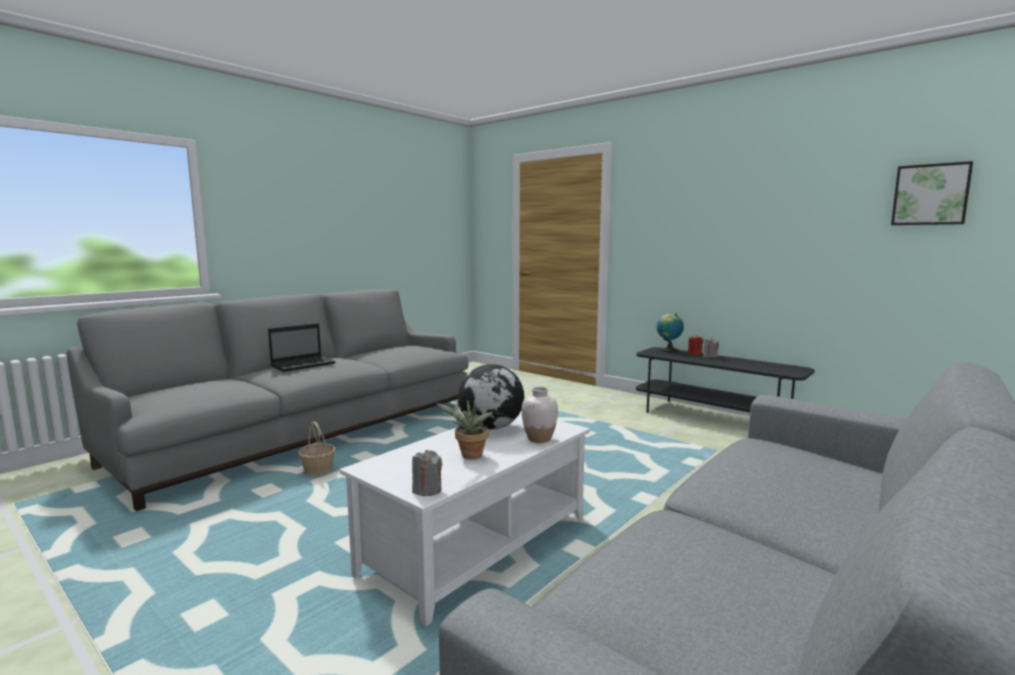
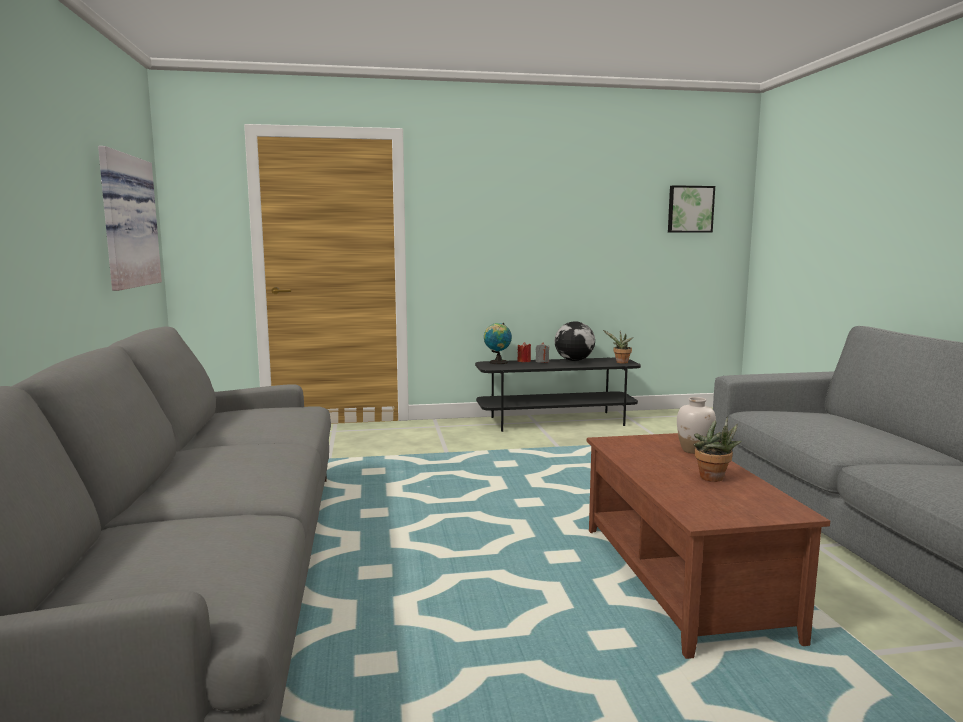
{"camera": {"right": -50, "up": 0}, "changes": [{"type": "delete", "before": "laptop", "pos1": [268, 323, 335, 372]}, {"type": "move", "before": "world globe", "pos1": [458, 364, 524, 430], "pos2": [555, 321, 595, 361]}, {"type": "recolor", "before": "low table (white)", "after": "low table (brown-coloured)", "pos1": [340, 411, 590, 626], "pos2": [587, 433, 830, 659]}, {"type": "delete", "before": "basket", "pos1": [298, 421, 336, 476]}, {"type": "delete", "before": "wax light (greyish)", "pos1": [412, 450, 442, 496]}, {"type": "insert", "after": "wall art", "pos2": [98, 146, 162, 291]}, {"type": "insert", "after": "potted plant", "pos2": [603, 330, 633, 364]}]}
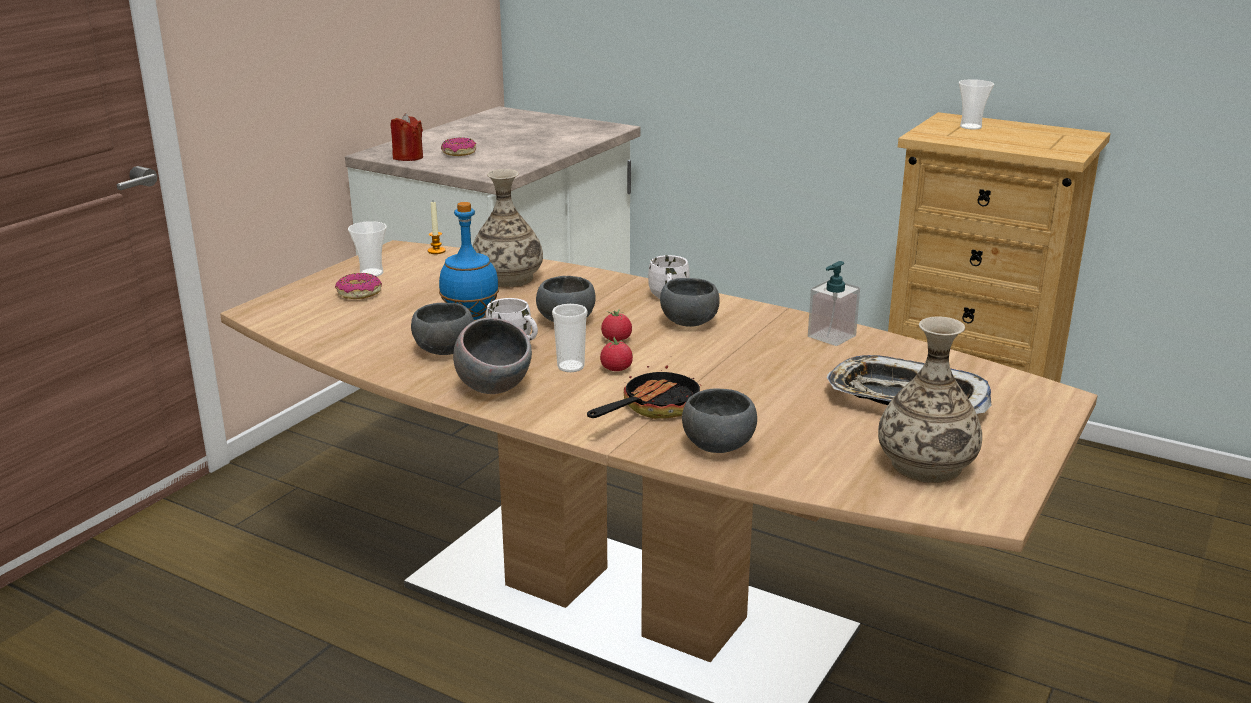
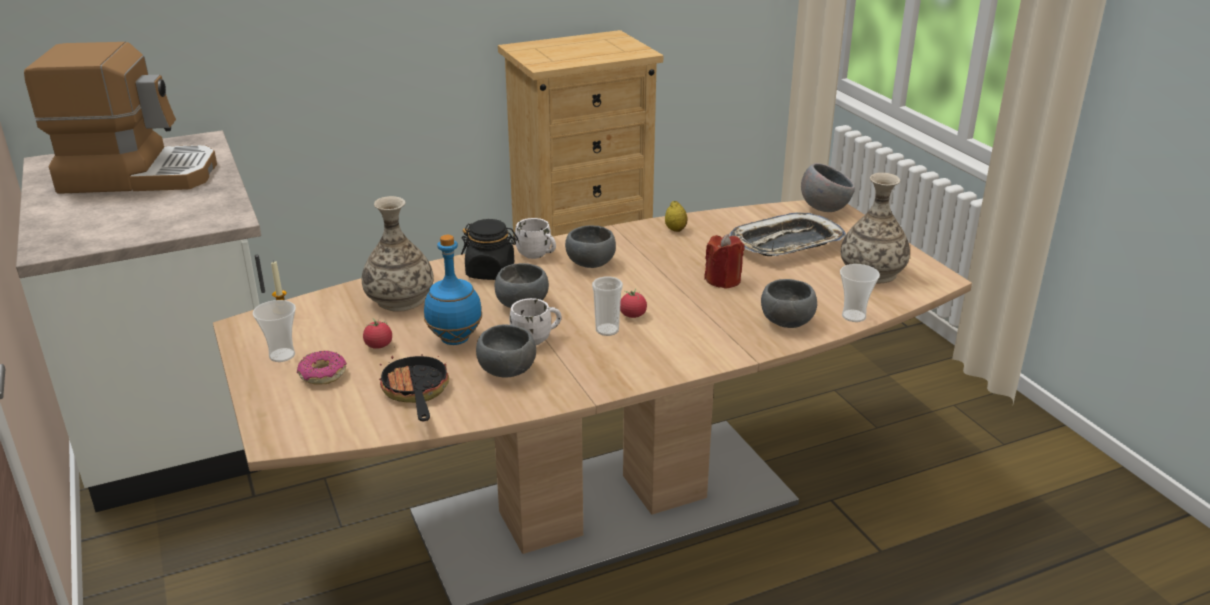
{"camera": {"right": -55, "up": 5}, "changes": [{"type": "move", "before": "cup", "pos1": [959, 79, 994, 129], "pos2": [840, 264, 880, 322]}, {"type": "move", "before": "wax light (red)", "pos1": [391, 113, 423, 161], "pos2": [704, 234, 745, 289]}, {"type": "delete", "before": "donut", "pos1": [441, 137, 476, 156]}, {"type": "replace", "before": "soap dispenser", "after": "lemon", "pos1": [808, 261, 860, 346], "pos2": [665, 201, 687, 232]}, {"type": "move", "before": "tomato", "pos1": [601, 309, 632, 341], "pos2": [363, 319, 392, 349]}, {"type": "move", "before": "bowl (greyish)", "pos1": [453, 318, 532, 394], "pos2": [801, 163, 855, 212]}, {"type": "move", "before": "skillet", "pos1": [587, 365, 701, 419], "pos2": [379, 355, 449, 421]}, {"type": "insert", "after": "coffee machine", "pos2": [24, 42, 217, 194]}, {"type": "insert", "after": "storage jar (black-coloured)", "pos2": [461, 219, 518, 280]}]}
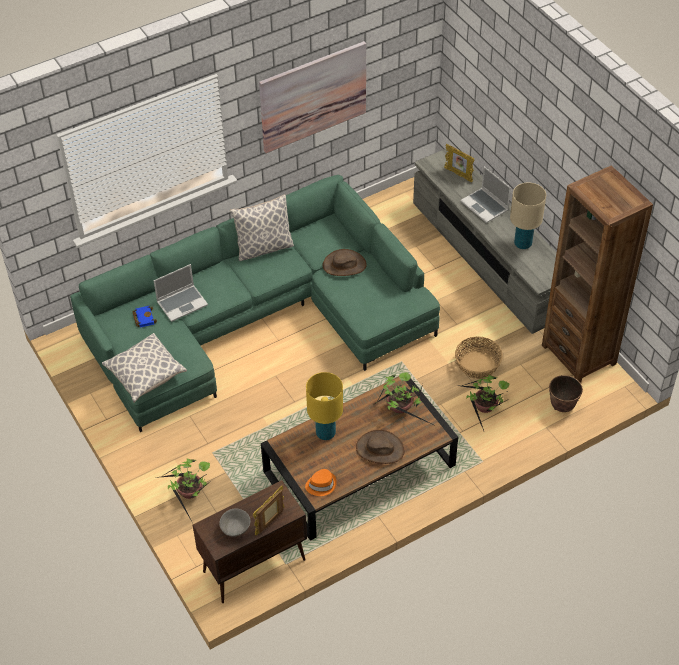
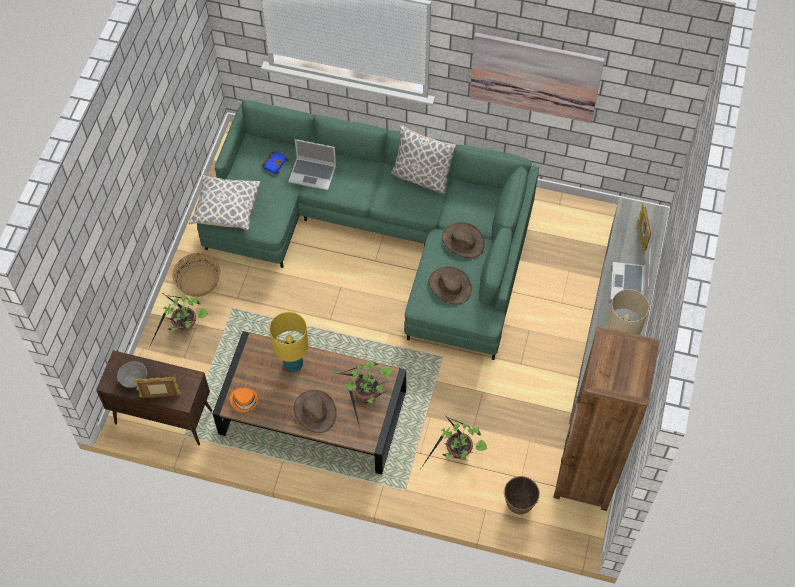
{"camera": {"right": 45, "up": 10}, "changes": [{"type": "move", "before": "basket", "pos1": [455, 336, 503, 379], "pos2": [173, 253, 220, 297]}, {"type": "insert", "after": "hat (brown-coloured)", "pos2": [429, 267, 472, 304]}]}
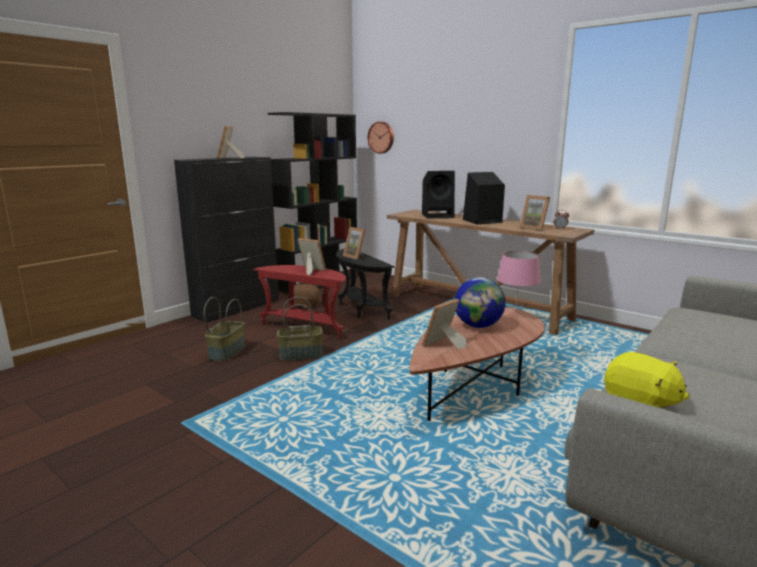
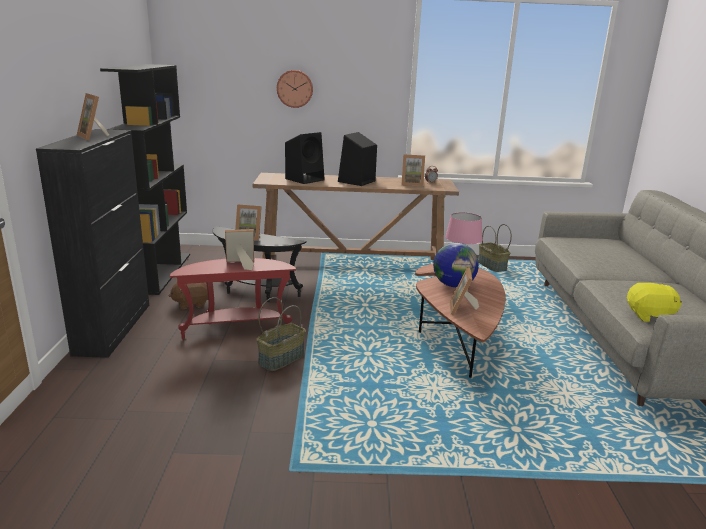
{"camera": {"right": -40, "up": 5}, "changes": [{"type": "move", "before": "hanging clock", "pos1": [368, 122, 394, 154], "pos2": [277, 70, 313, 108]}, {"type": "move", "before": "basket", "pos1": [204, 297, 245, 361], "pos2": [478, 224, 512, 272]}]}
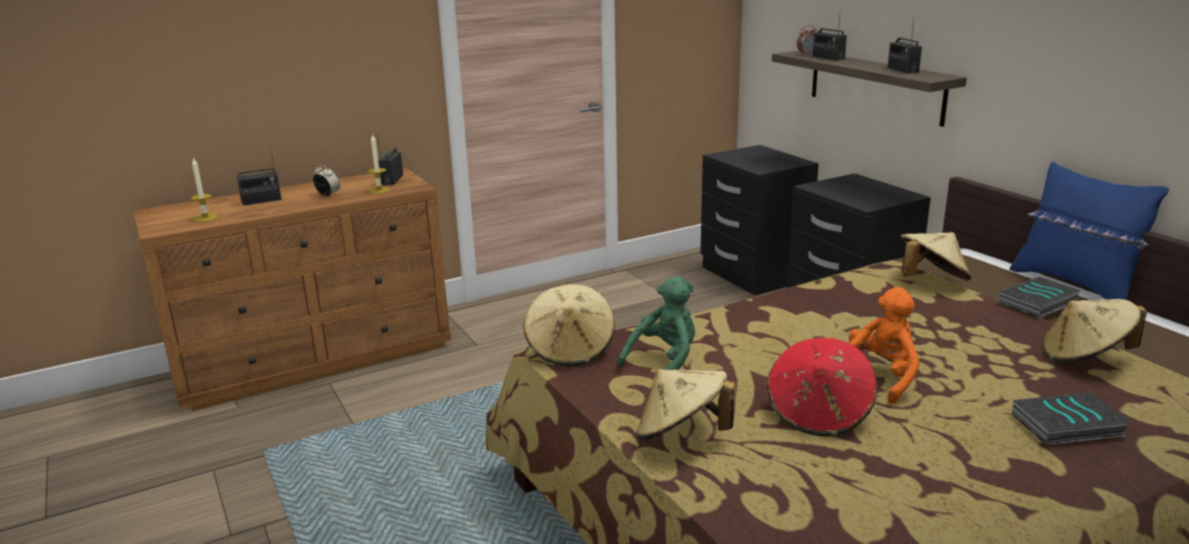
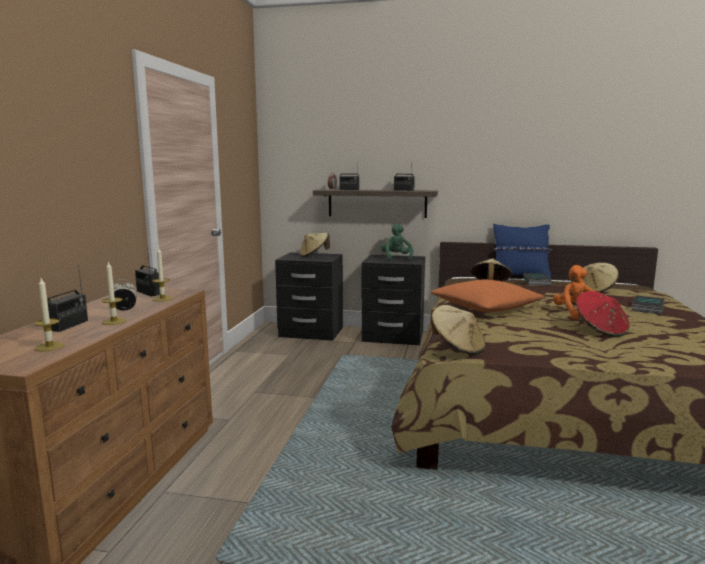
{"camera": {"right": -50, "up": -10}, "changes": [{"type": "move", "before": "soft toy (green)", "pos1": [617, 276, 695, 370], "pos2": [381, 223, 413, 261]}, {"type": "move", "before": "hat (sand-coloured)", "pos1": [636, 369, 736, 440], "pos2": [299, 233, 330, 257]}, {"type": "insert", "after": "wax light", "pos2": [102, 261, 127, 325]}, {"type": "insert", "after": "cushion (orange-coloured)", "pos2": [430, 280, 544, 312]}]}
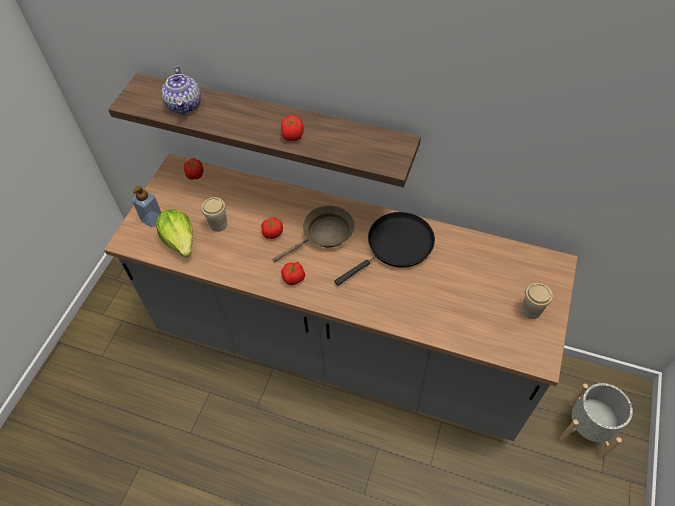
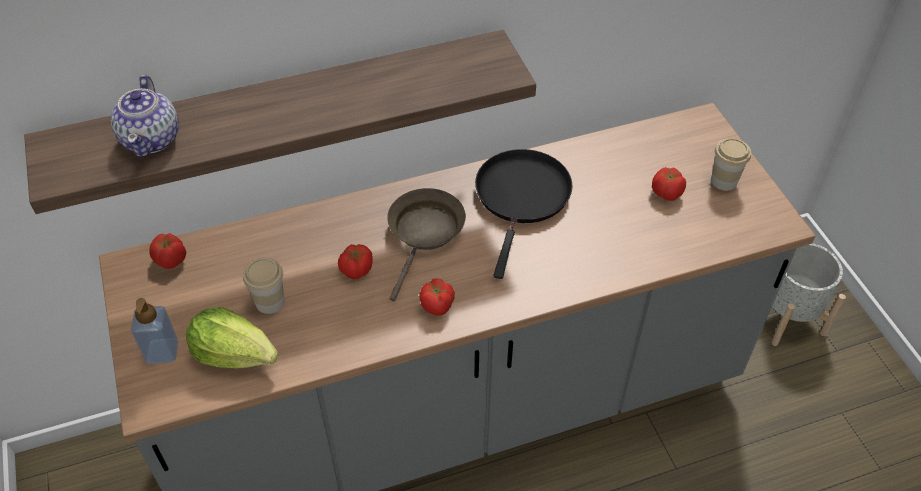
{"camera": {"right": -40, "up": -5}, "changes": [{"type": "rotate", "before": "tea pot", "pos1": [161, 66, 201, 115], "pos2": [111, 75, 179, 157], "turn": 45}, {"type": "move", "before": "tomato", "pos1": [281, 115, 304, 141], "pos2": [652, 167, 686, 201]}]}
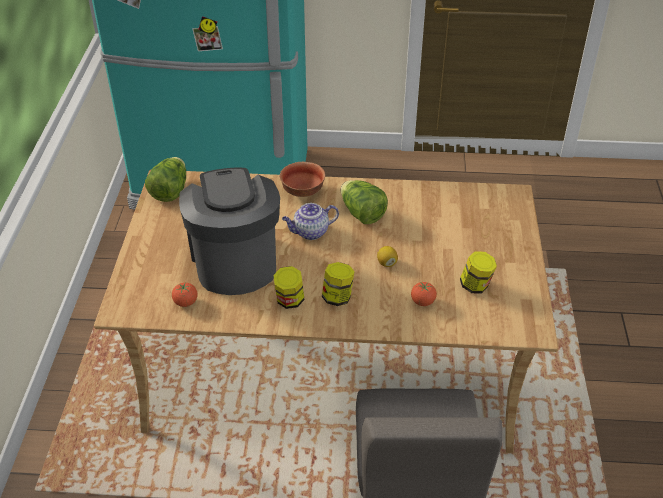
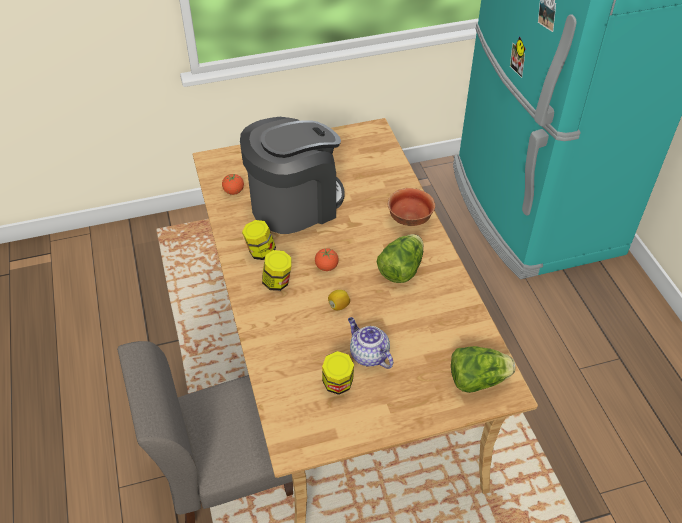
{"camera": {"right": 70, "up": 5}, "changes": [{"type": "move", "before": "lettuce", "pos1": [145, 157, 186, 202], "pos2": [451, 346, 515, 393]}, {"type": "move", "before": "tea pot", "pos1": [282, 203, 339, 240], "pos2": [348, 317, 393, 369]}, {"type": "move", "before": "tomato", "pos1": [411, 282, 437, 306], "pos2": [315, 248, 339, 271]}]}
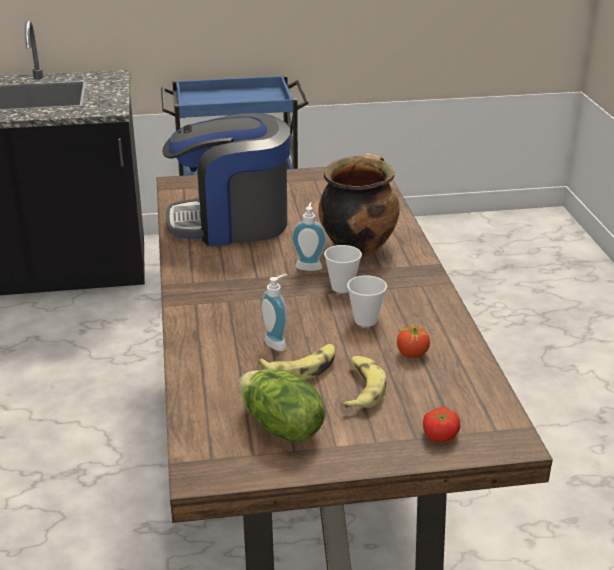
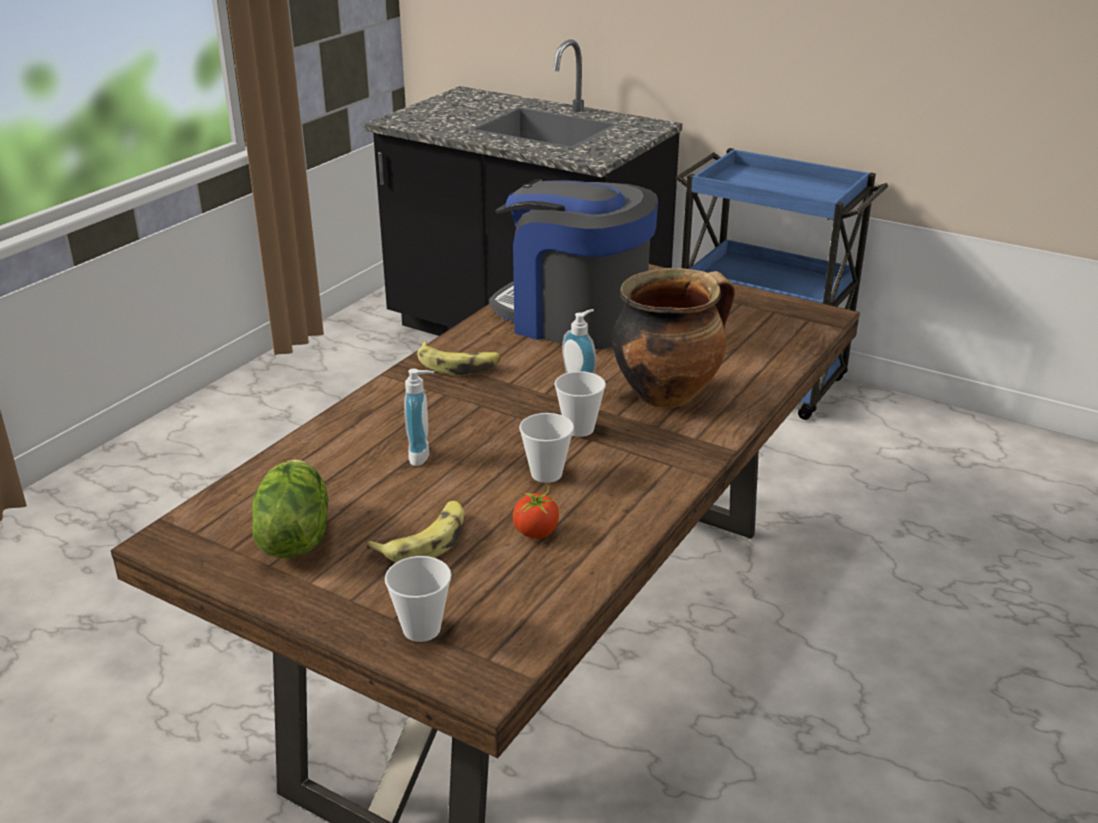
{"camera": {"right": 40, "up": 0}, "changes": [{"type": "move", "before": "banana", "pos1": [258, 344, 335, 380], "pos2": [417, 341, 501, 376]}, {"type": "replace", "before": "tomato", "after": "cup", "pos1": [423, 407, 460, 442], "pos2": [385, 556, 452, 642]}]}
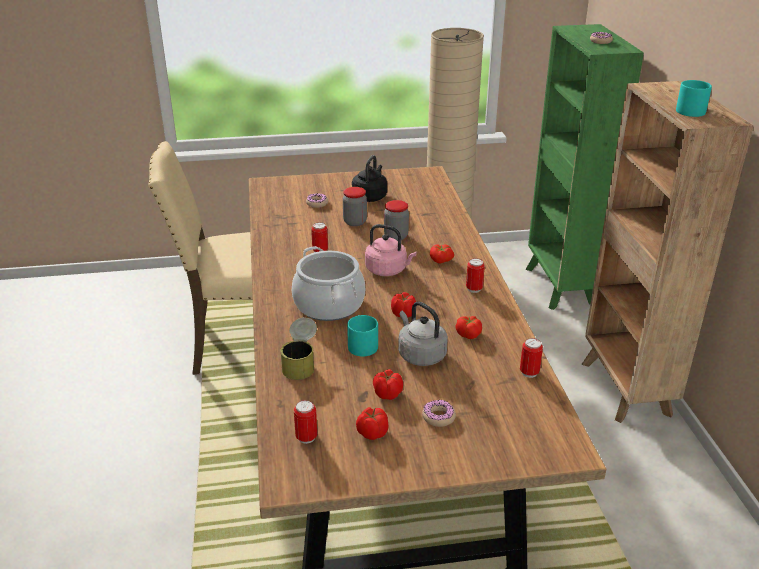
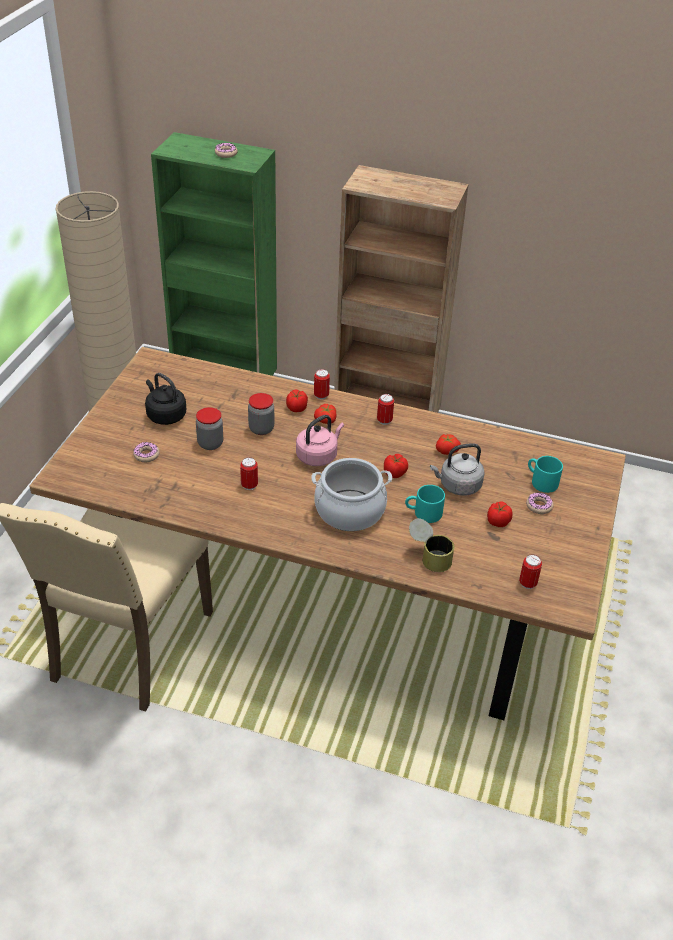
{"camera": {"right": -65, "up": 10}, "changes": [{"type": "move", "before": "mug (turquoise)", "pos1": [676, 80, 712, 117], "pos2": [528, 456, 563, 493]}, {"type": "move", "before": "sealed can", "pos1": [520, 338, 543, 378], "pos2": [314, 369, 330, 400]}, {"type": "move", "before": "tomato", "pos1": [356, 407, 389, 440], "pos2": [286, 389, 308, 412]}]}
